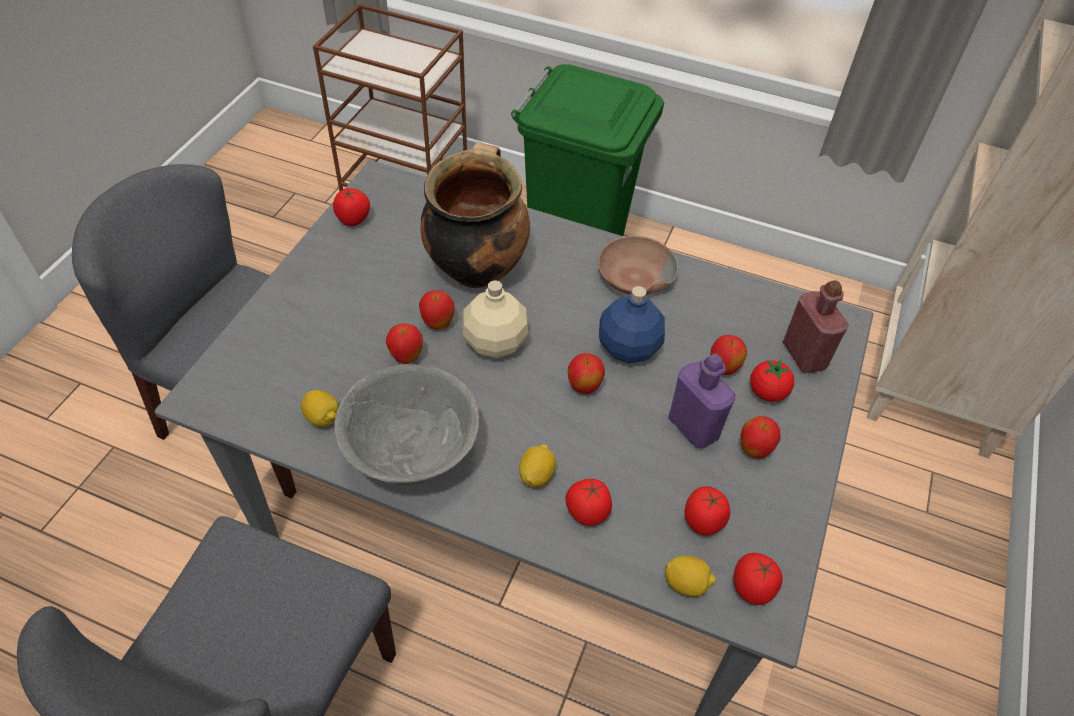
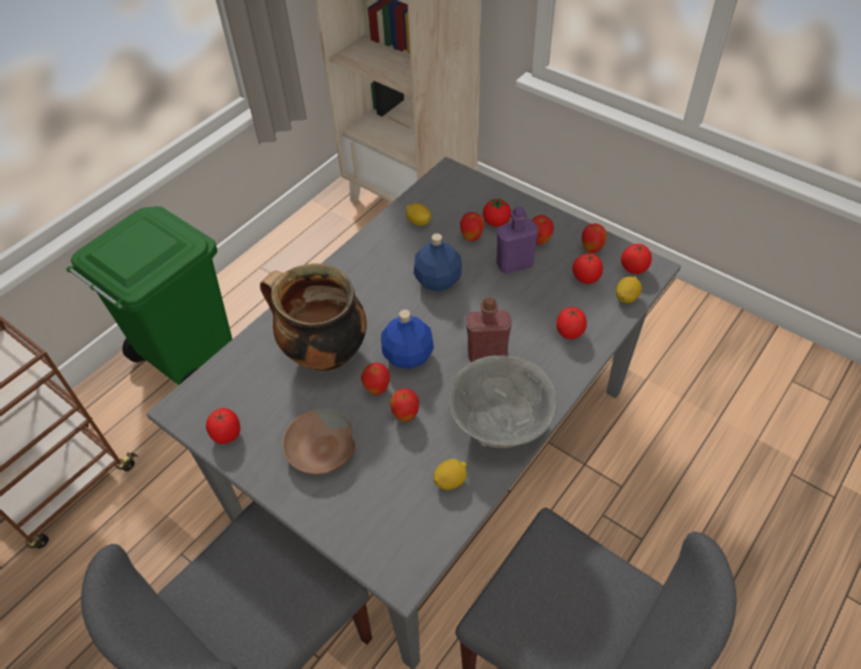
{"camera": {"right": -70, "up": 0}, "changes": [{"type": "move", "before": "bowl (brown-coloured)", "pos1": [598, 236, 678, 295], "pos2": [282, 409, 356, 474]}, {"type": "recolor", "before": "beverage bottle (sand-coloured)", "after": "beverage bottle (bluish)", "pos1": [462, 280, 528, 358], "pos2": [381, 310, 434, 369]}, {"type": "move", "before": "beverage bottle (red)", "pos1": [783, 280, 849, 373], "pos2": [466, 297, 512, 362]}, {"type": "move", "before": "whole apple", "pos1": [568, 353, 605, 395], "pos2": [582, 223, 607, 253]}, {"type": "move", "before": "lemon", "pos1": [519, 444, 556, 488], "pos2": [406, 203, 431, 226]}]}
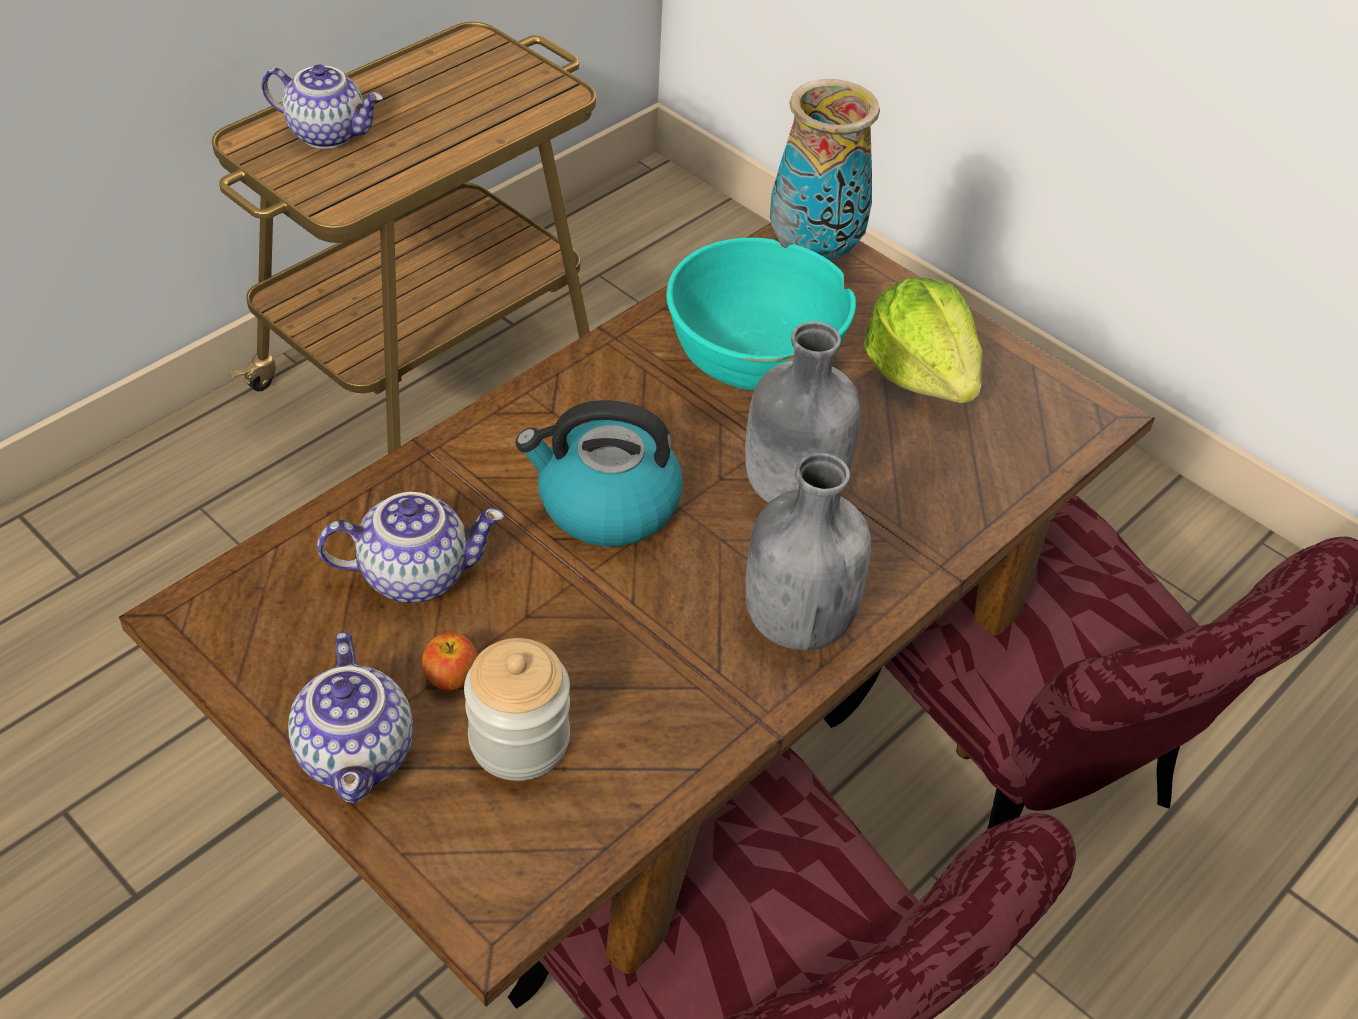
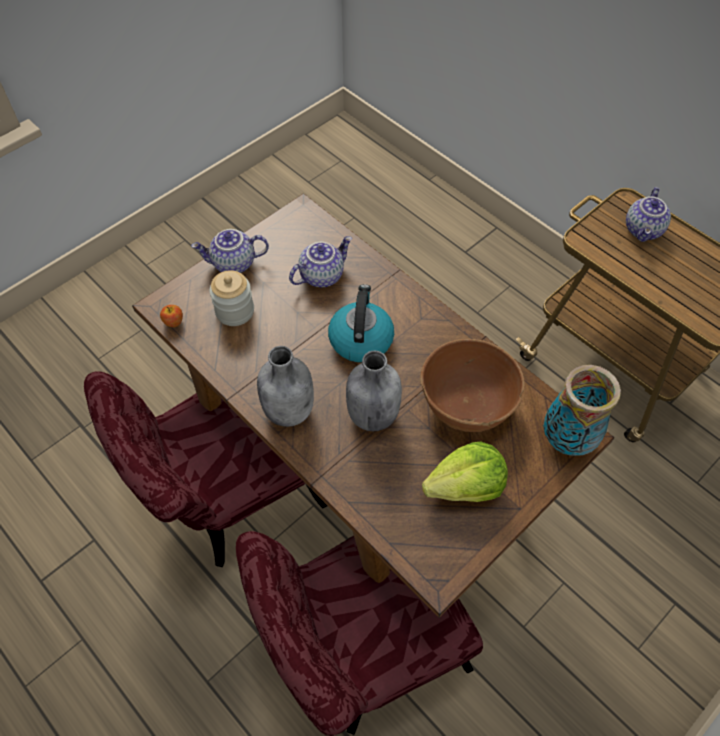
{"camera": {"right": 95, "up": 10}, "changes": [{"type": "recolor", "before": "bowl (turquoise)", "after": "bowl (brown-coloured)", "pos1": [666, 238, 856, 390], "pos2": [420, 339, 525, 432]}, {"type": "rotate", "before": "tea pot", "pos1": [317, 492, 504, 603], "pos2": [289, 236, 352, 287], "turn": -120}, {"type": "move", "before": "whole apple", "pos1": [422, 633, 478, 690], "pos2": [160, 305, 183, 327]}]}
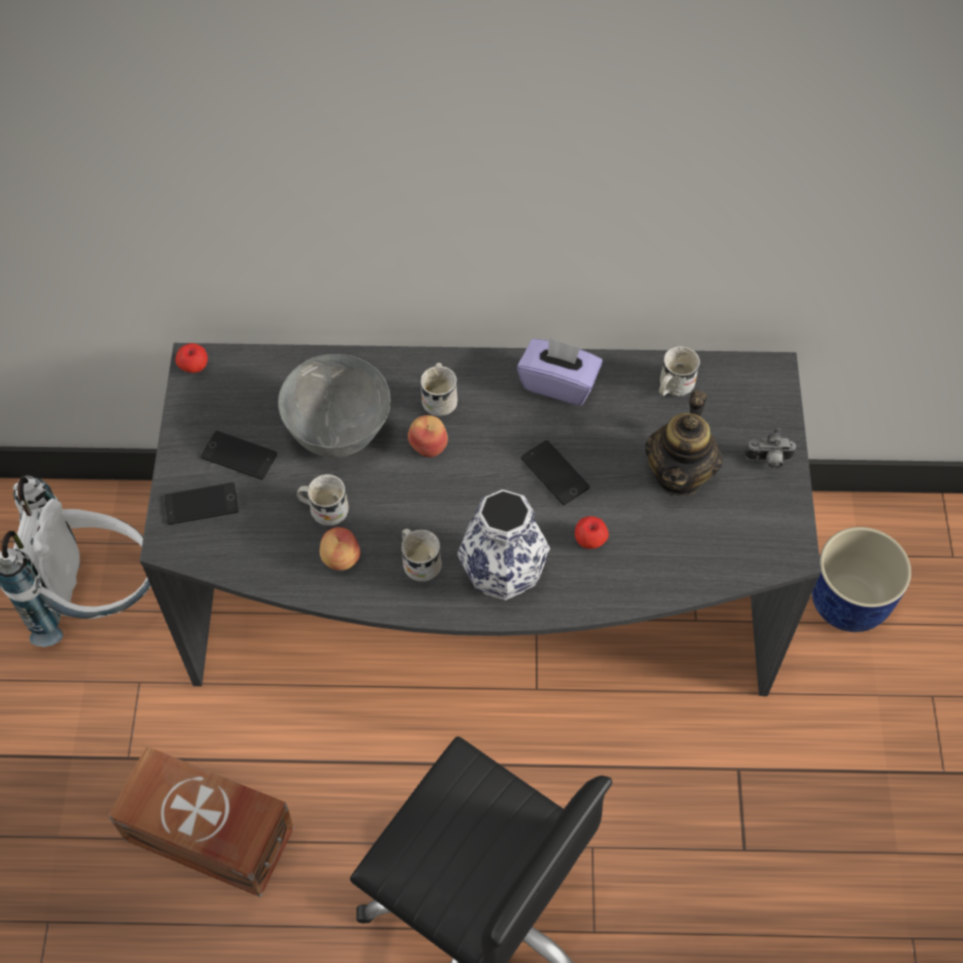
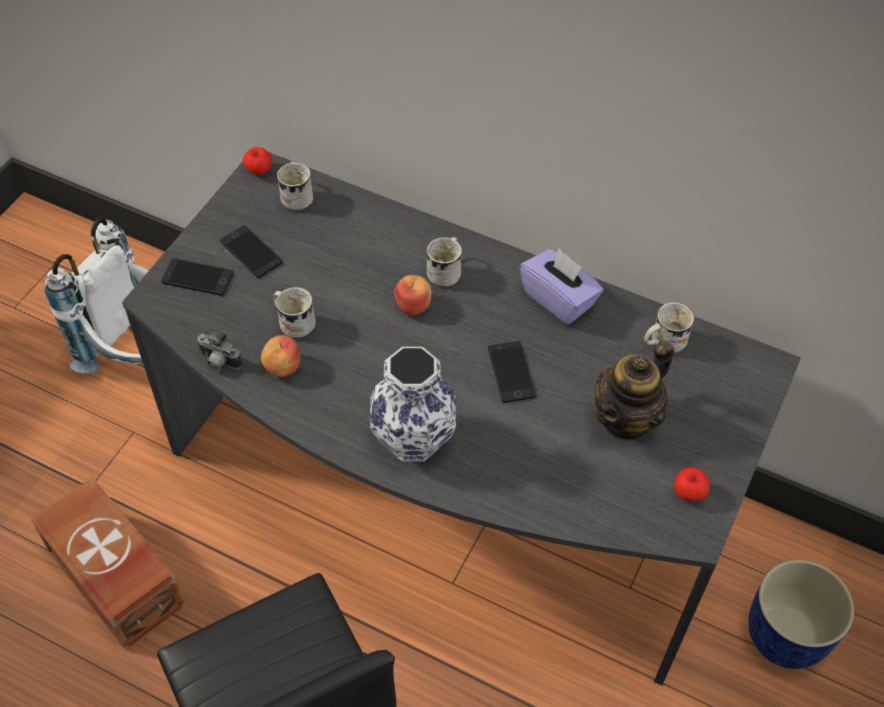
{"camera": {"right": 25, "up": -5}, "changes": [{"type": "delete", "before": "bowl (greyish)", "pos1": [278, 354, 390, 458]}, {"type": "move", "before": "still camera", "pos1": [745, 428, 796, 469], "pos2": [197, 330, 242, 370]}, {"type": "move", "before": "whole apple", "pos1": [575, 516, 609, 549], "pos2": [674, 467, 710, 502]}, {"type": "move", "before": "mug (white)", "pos1": [401, 528, 442, 582], "pos2": [277, 162, 313, 210]}]}
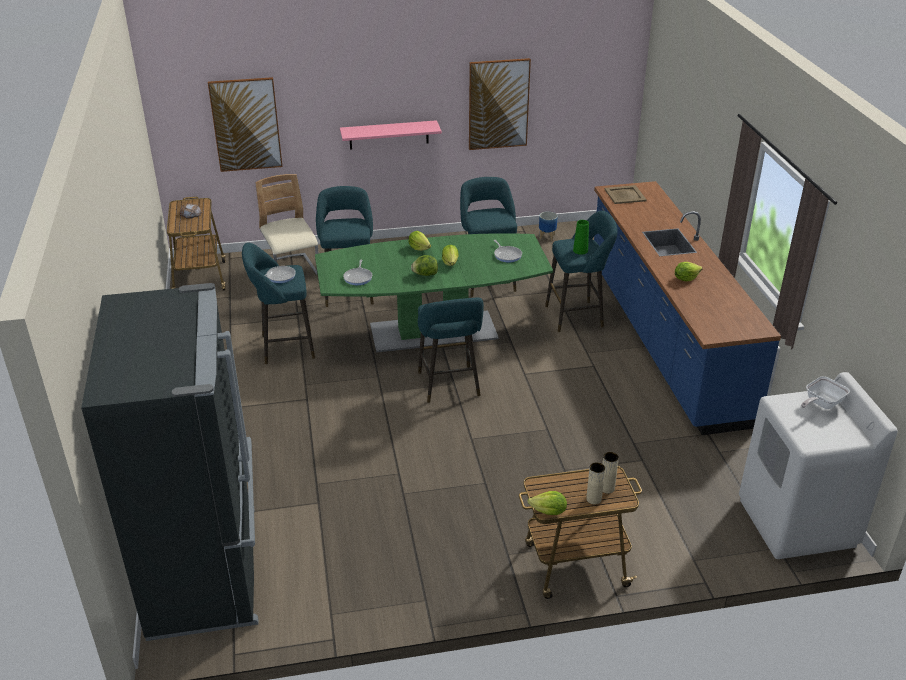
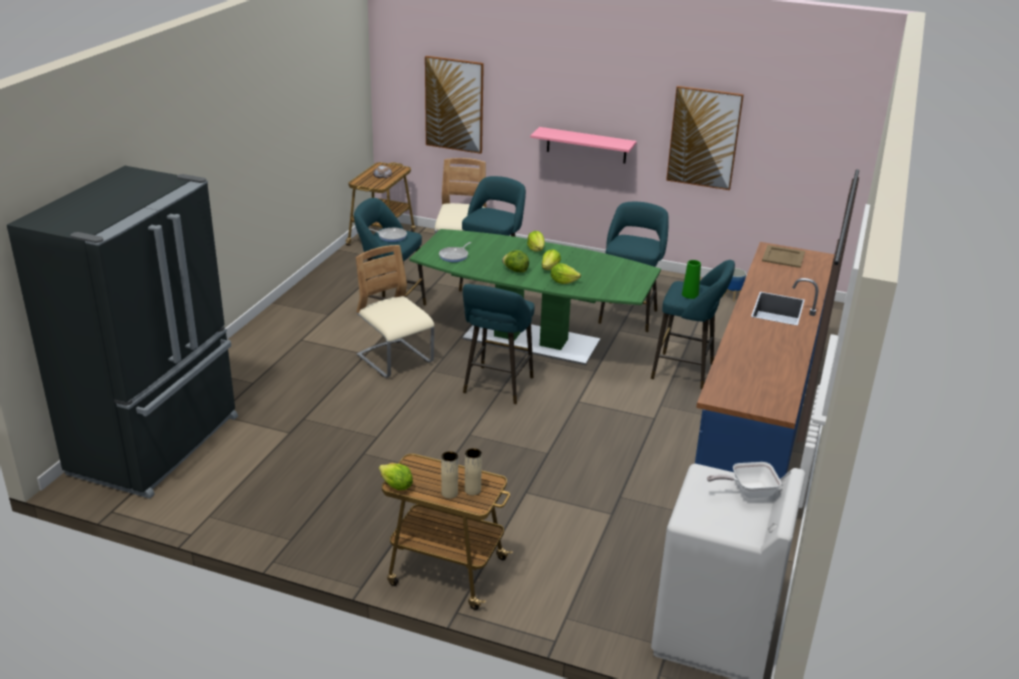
{"camera": {"right": 30, "up": -5}, "changes": [{"type": "delete", "before": "skillet", "pos1": [493, 240, 522, 262]}, {"type": "move", "before": "lettuce", "pos1": [675, 262, 702, 281], "pos2": [551, 263, 581, 284]}, {"type": "insert", "after": "plain chair (sand-coloured)", "pos2": [356, 245, 434, 378]}]}
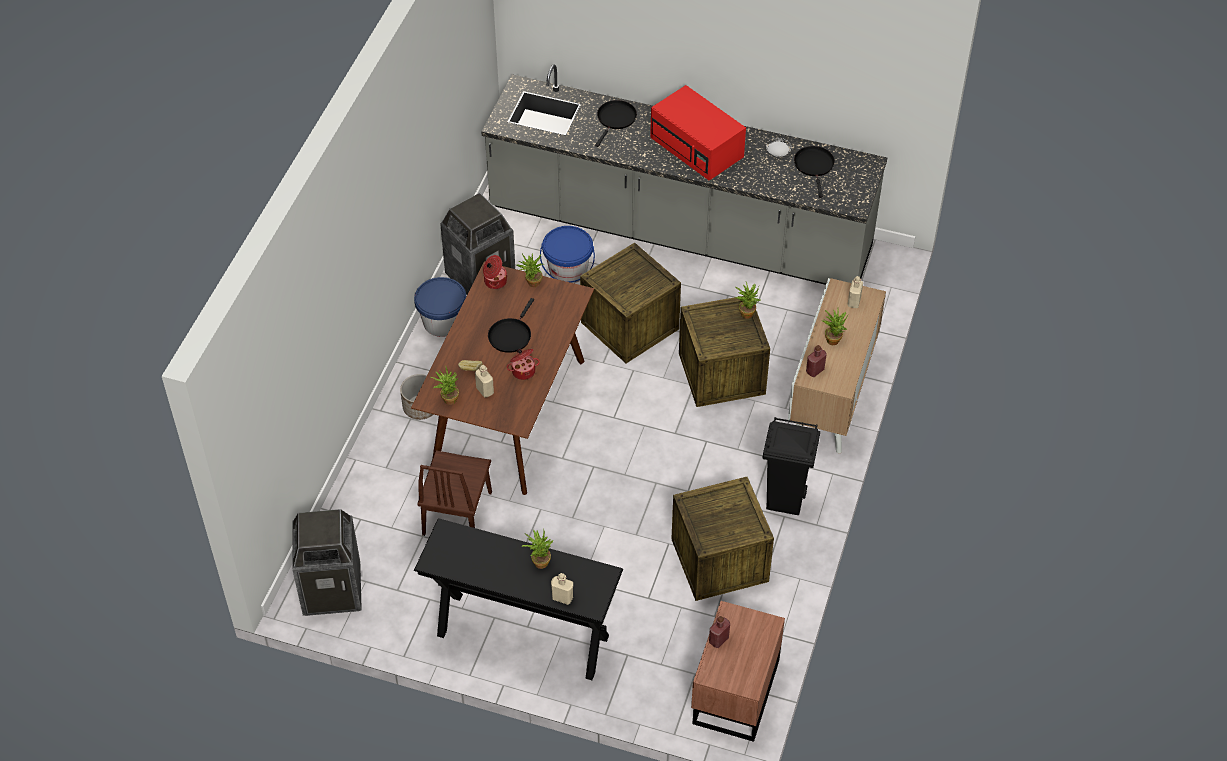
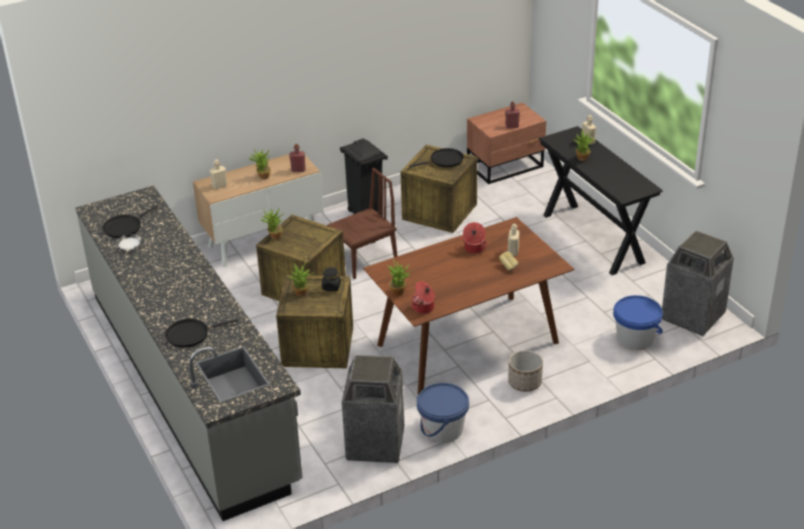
{"camera": {"right": -135, "up": -15}, "changes": [{"type": "delete", "before": "microwave oven (red)", "pos1": [650, 85, 746, 180]}, {"type": "move", "before": "bucket (bluish)", "pos1": [540, 226, 595, 283], "pos2": [613, 295, 663, 350]}, {"type": "move", "before": "skillet (black-coloured)", "pos1": [488, 298, 534, 353], "pos2": [409, 148, 464, 168]}, {"type": "move", "before": "potted plant", "pos1": [430, 366, 459, 405], "pos2": [289, 262, 313, 297]}, {"type": "move", "before": "plain chair (brown-coloured)", "pos1": [417, 450, 492, 536], "pos2": [327, 168, 397, 279]}, {"type": "insert", "after": "storage jar (black-coloured)", "pos2": [322, 267, 341, 291]}]}
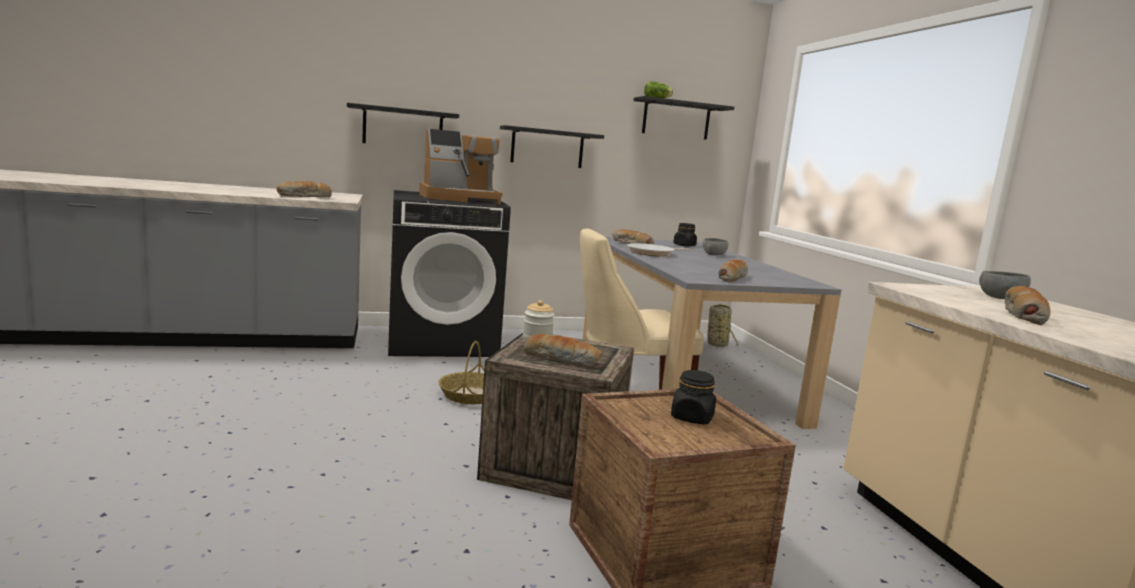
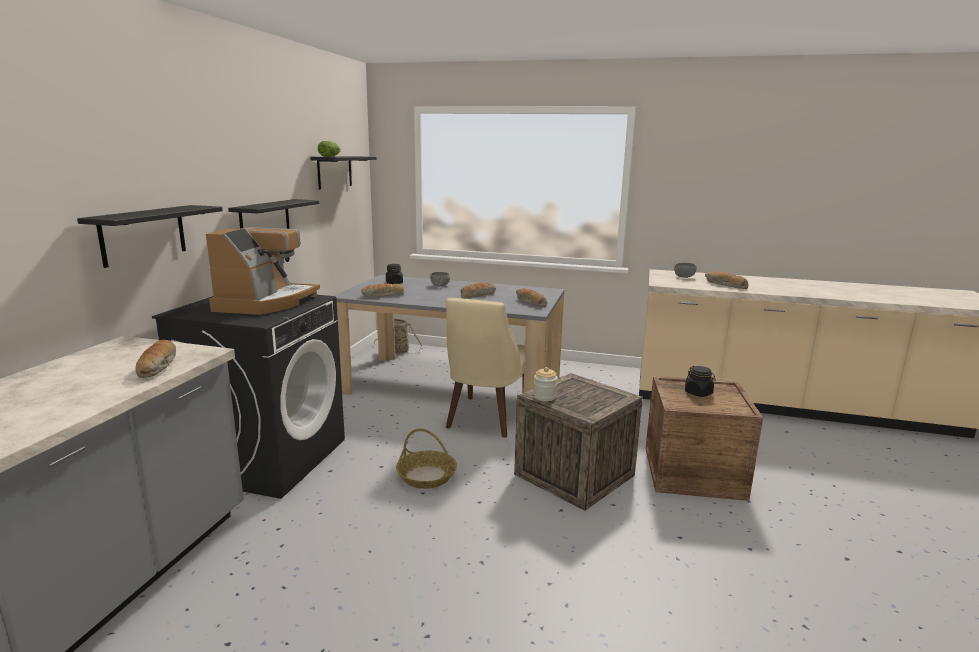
{"camera": {"right": -60, "up": 5}, "changes": [{"type": "delete", "before": "skillet", "pos1": [627, 243, 690, 256]}, {"type": "move", "before": "bakery bread", "pos1": [524, 334, 602, 366], "pos2": [461, 283, 496, 299]}]}
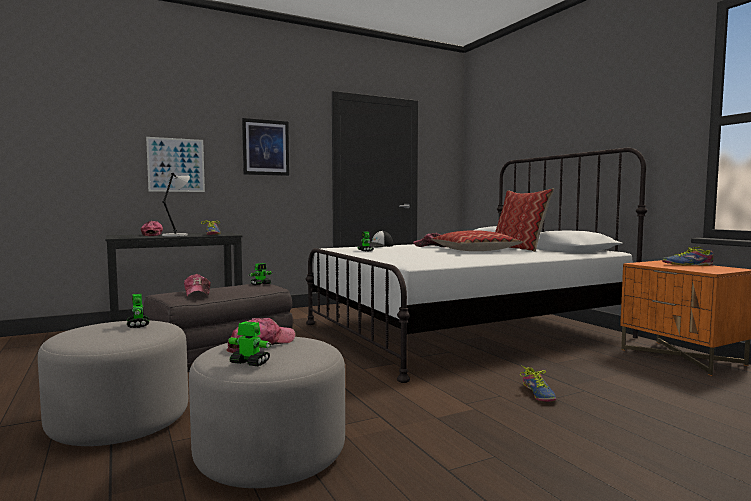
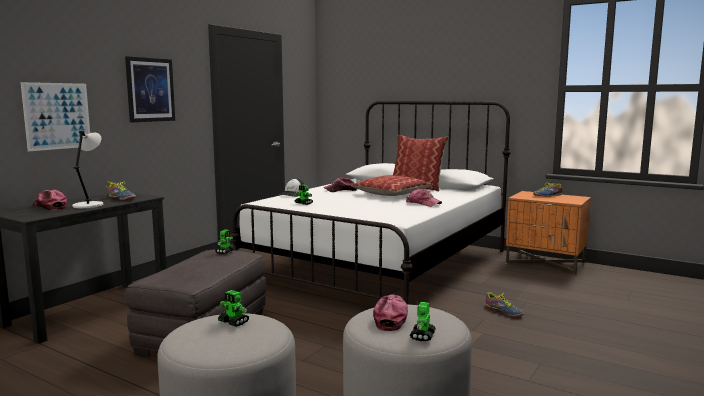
{"camera": {"right": -30, "up": 5}, "changes": [{"type": "move", "before": "baseball cap", "pos1": [184, 274, 211, 296], "pos2": [406, 189, 442, 207]}, {"type": "rotate", "before": "toy robot", "pos1": [228, 322, 271, 366], "pos2": [410, 302, 436, 341], "turn": -60}]}
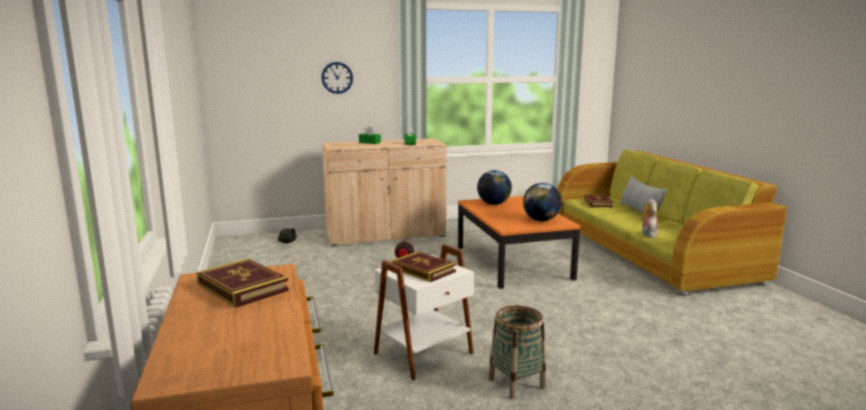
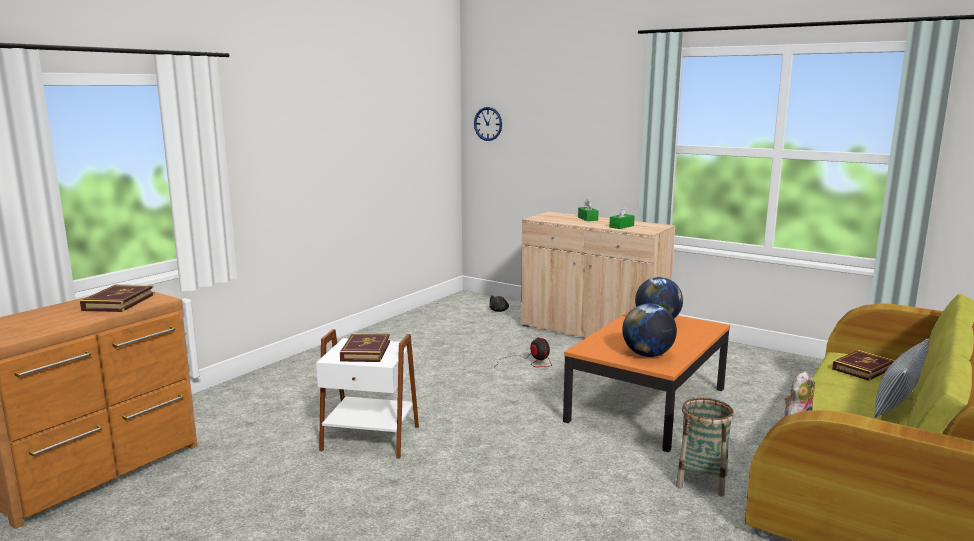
{"camera": {"right": 50, "up": 0}, "changes": [{"type": "move", "before": "hanging clock", "pos1": [322, 62, 353, 94], "pos2": [474, 107, 502, 141]}, {"type": "move", "before": "basket", "pos1": [488, 306, 546, 399], "pos2": [676, 398, 734, 497]}]}
